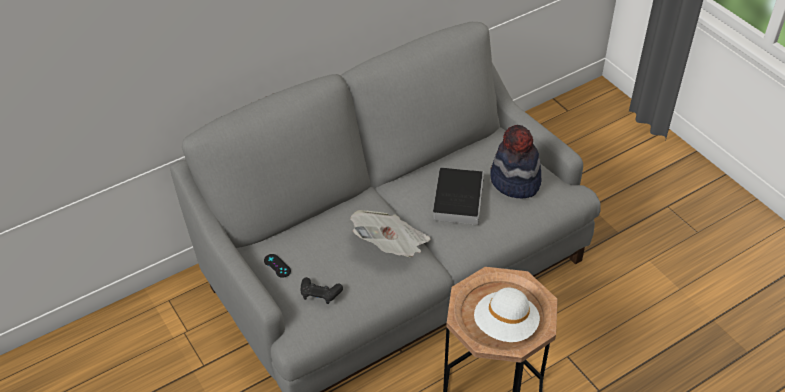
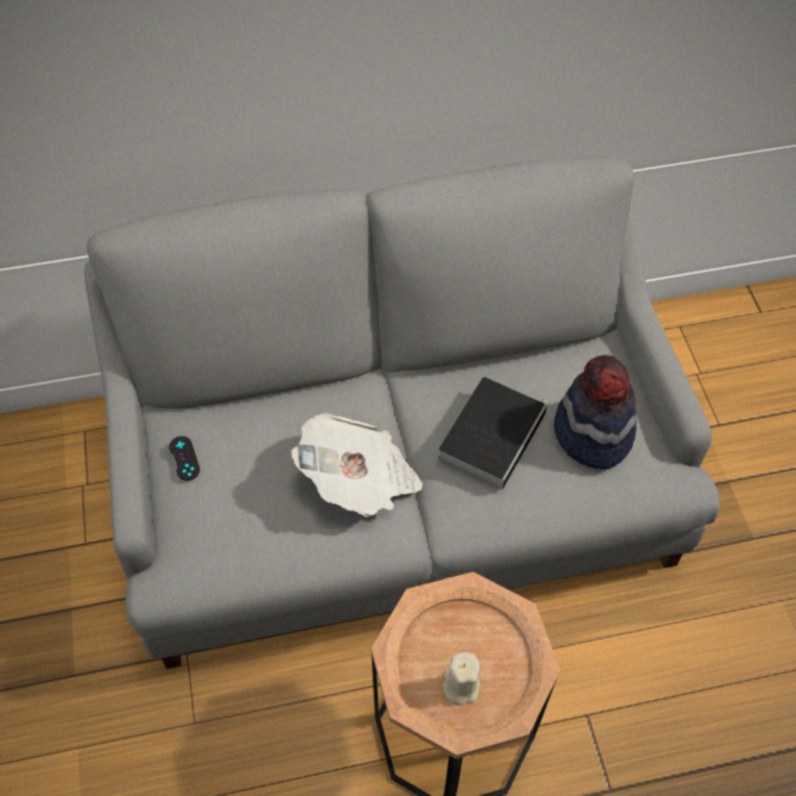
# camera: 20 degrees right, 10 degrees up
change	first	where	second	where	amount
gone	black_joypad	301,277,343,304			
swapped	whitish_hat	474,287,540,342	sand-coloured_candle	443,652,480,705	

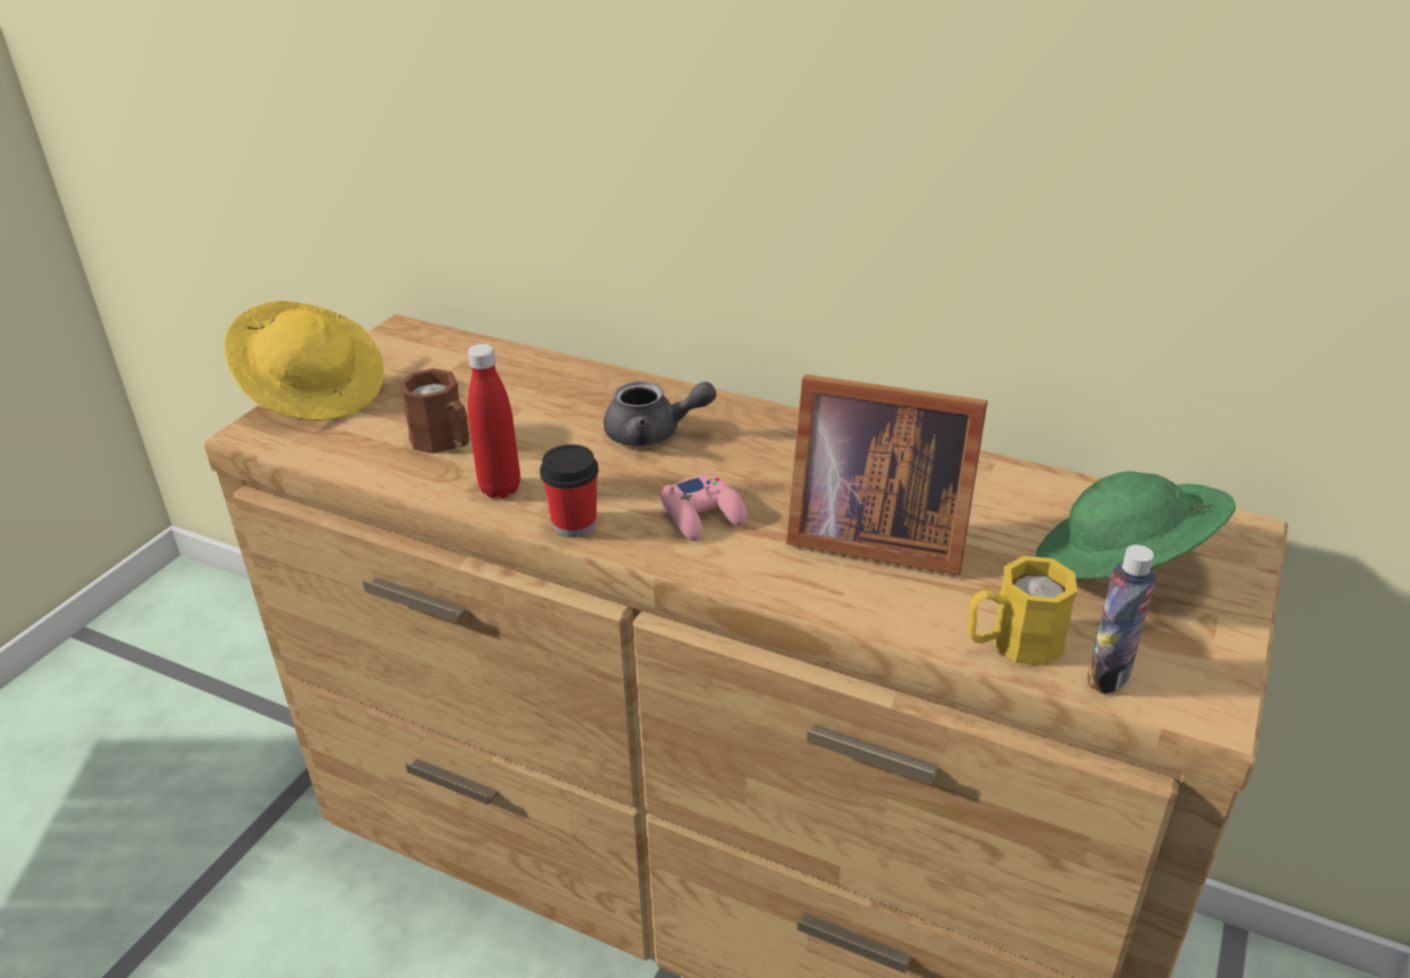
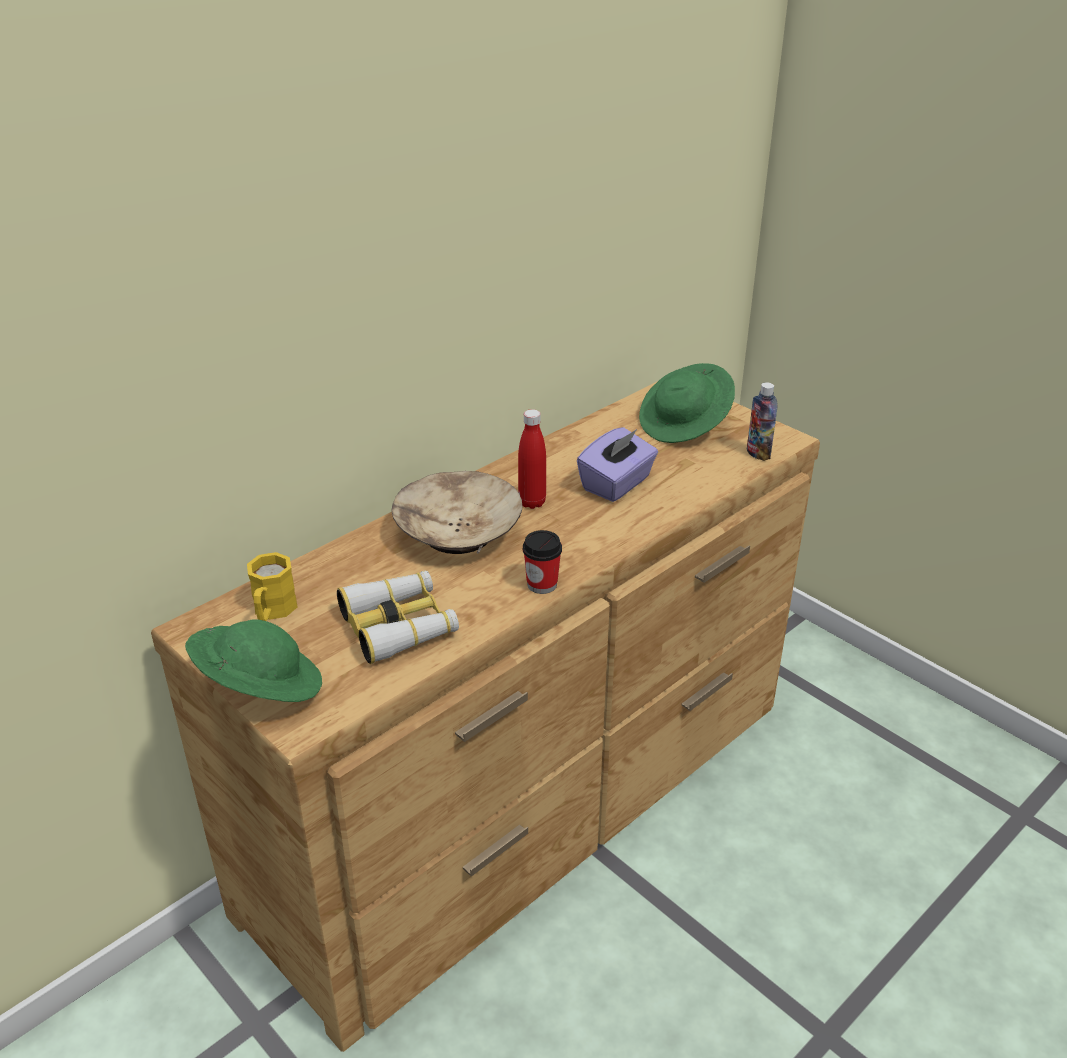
# camera: 70 degrees left, 0 degrees up
change	first	where	second	where	amount
repainted	yellow-coloured_hat	225,301,384,421	green-coloured_hat	185,619,322,702	
swapped	brown_mug	399,368,469,454	binoculars	337,571,459,664	
shifted	red_drink_bottle	468,344,520,498		518,409,546,509	
swapped	grey_pot_for_tea	603,381,716,446	sand-coloured_bowl	391,471,522,554	
gone	pink_joypad	661,473,748,541			
swapped	picture_frame	786,374,988,575	purple-coloured_tissue_holder	577,427,658,502	
shifted	yellow-coloured_mug	968,556,1077,666		247,552,297,621	

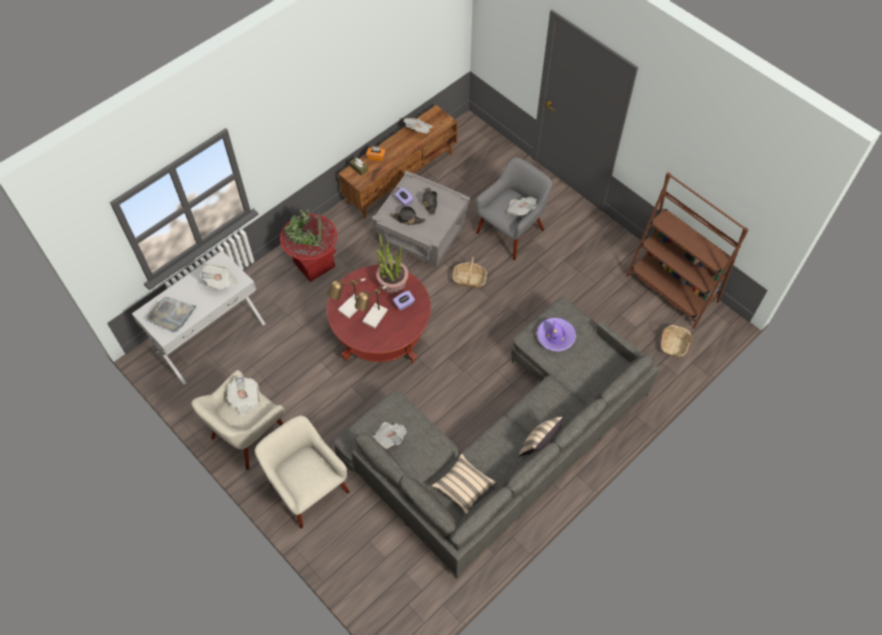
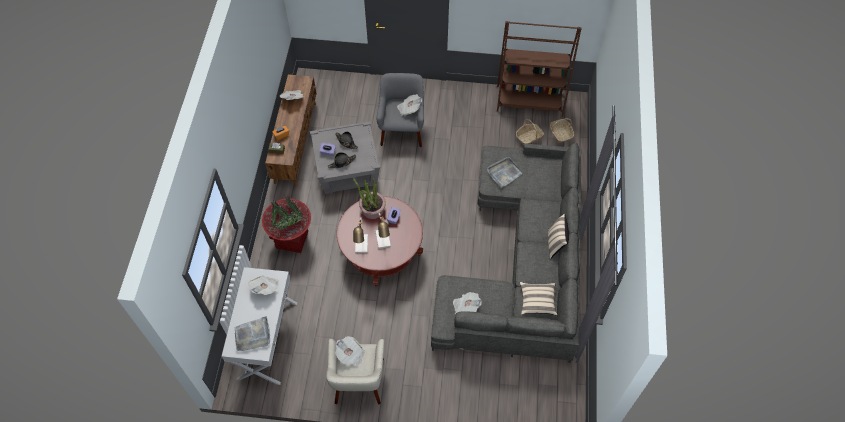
# camera: 40 degrees left, 0 degrees up
change	first	where	second	where	amount
gone	sand-coloured_lounge_chair	255,416,349,528			
shifted	basket	453,256,487,288		516,119,544,145	
swapped	purple-coloured_hat	537,317,576,351	grey_tray	487,157,522,188	

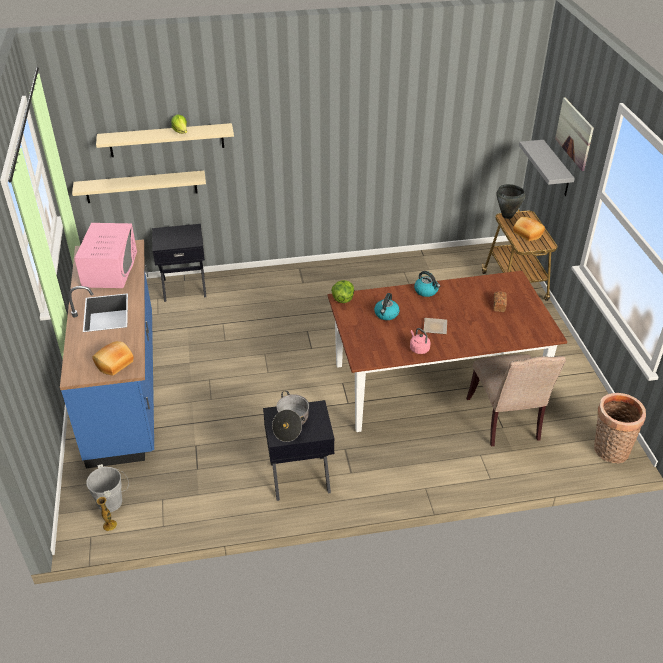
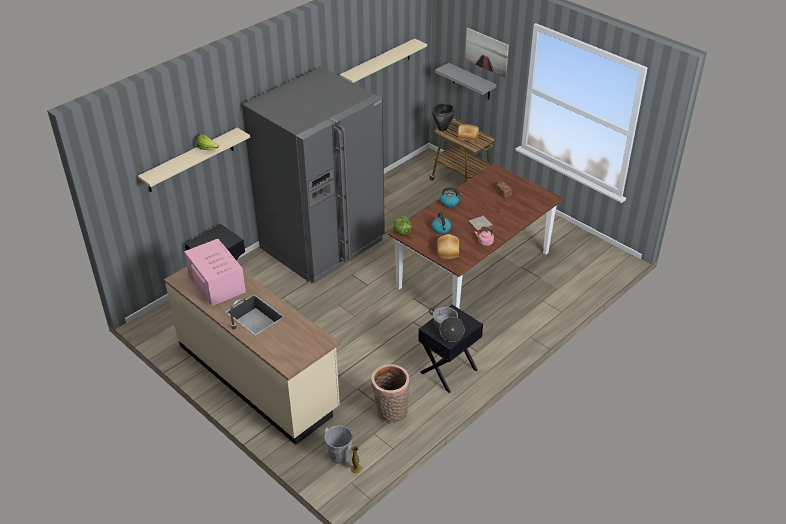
# camera: 35 degrees left, 0 degrees up
change	first	where	second	where	amount
repainted	bluish_counter	60,239,154,468	sand-coloured_counter	164,267,340,445	
shifted	sand-coloured_wall_shelf	72,171,206,203		340,38,427,83	
shifted	bread	92,341,134,376		437,234,459,259	
gone	sand-coloured_plain_chair	466,354,566,447			
shifted	basket	594,393,646,463		371,364,410,423	
new			grey_refrigerator	242,67,385,284	

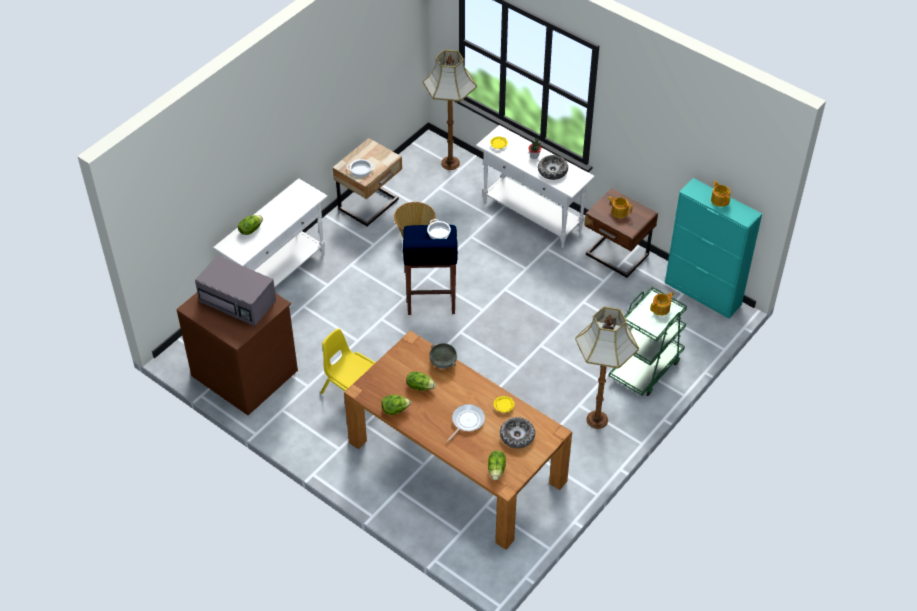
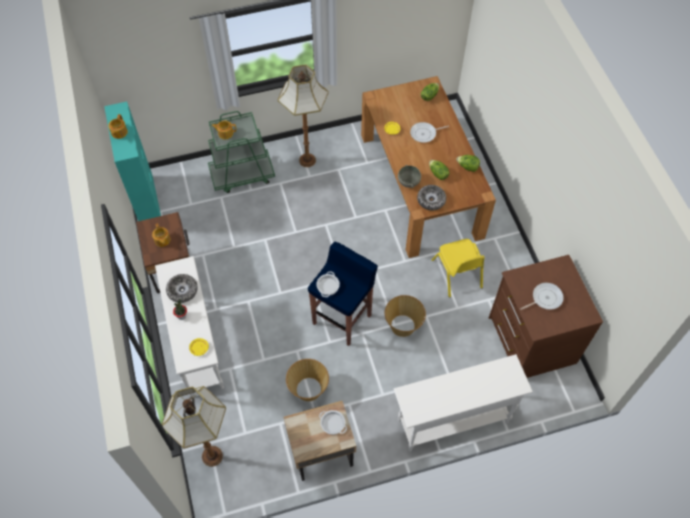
# camera: 145 degrees left, 10 degrees up
change	first	where	second	where	amount
swapped	grey_microwave_oven	195,255,276,326	skillet	520,283,564,310	
gone	lettuce_head	238,215,263,235			
shifted	bowl	500,417,535,448		417,185,446,210	
new			basket	385,295,426,337	

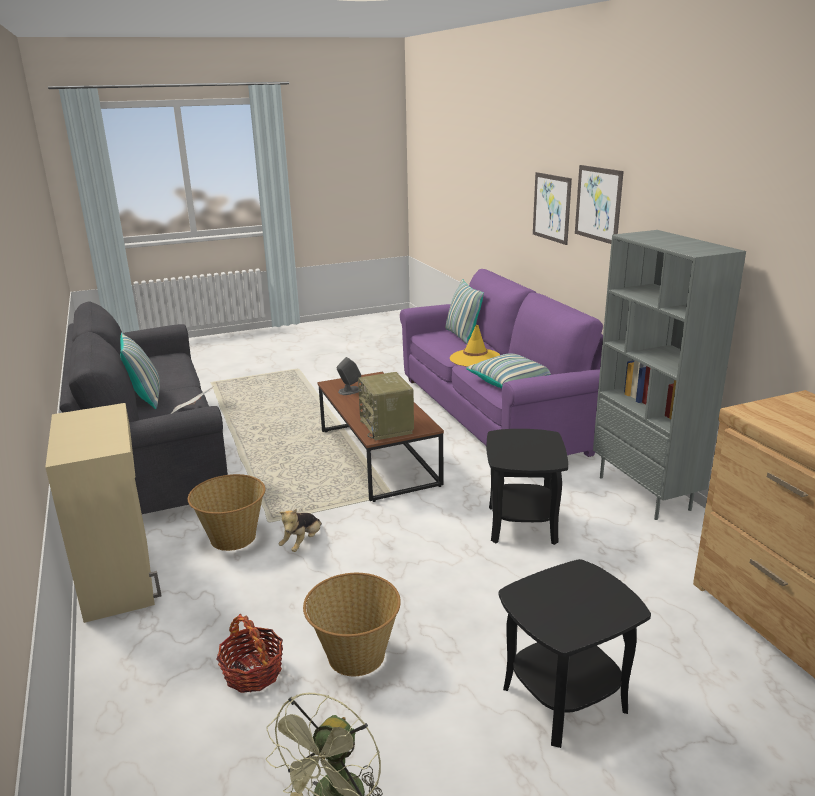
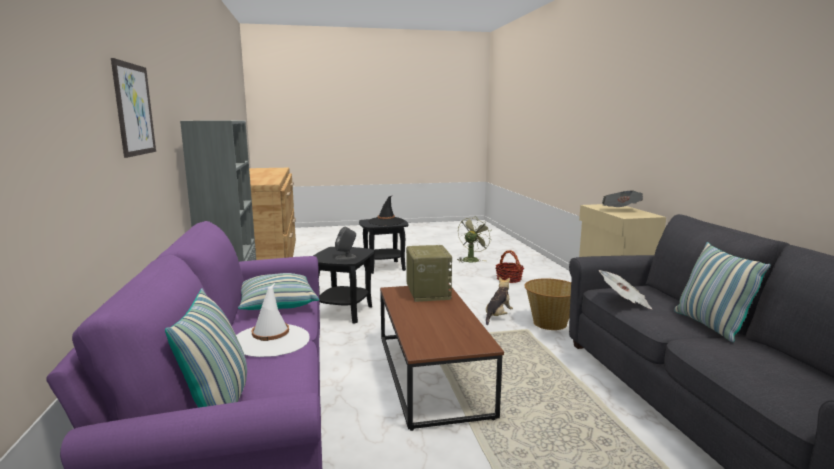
# camera: 170 degrees left, 10 degrees down
change	first	where	second	where	amount
gone	basket	303,573,401,676			
shifted	grey_audio_speaker	337,357,361,395		335,226,356,260	
repainted	yellow-coloured_hat	450,325,500,367	whitish_hat	236,283,310,357	
gone	wall_picture	533,172,572,245			
new			black_hat	368,196,404,226	
new			newspaper	602,190,643,207	

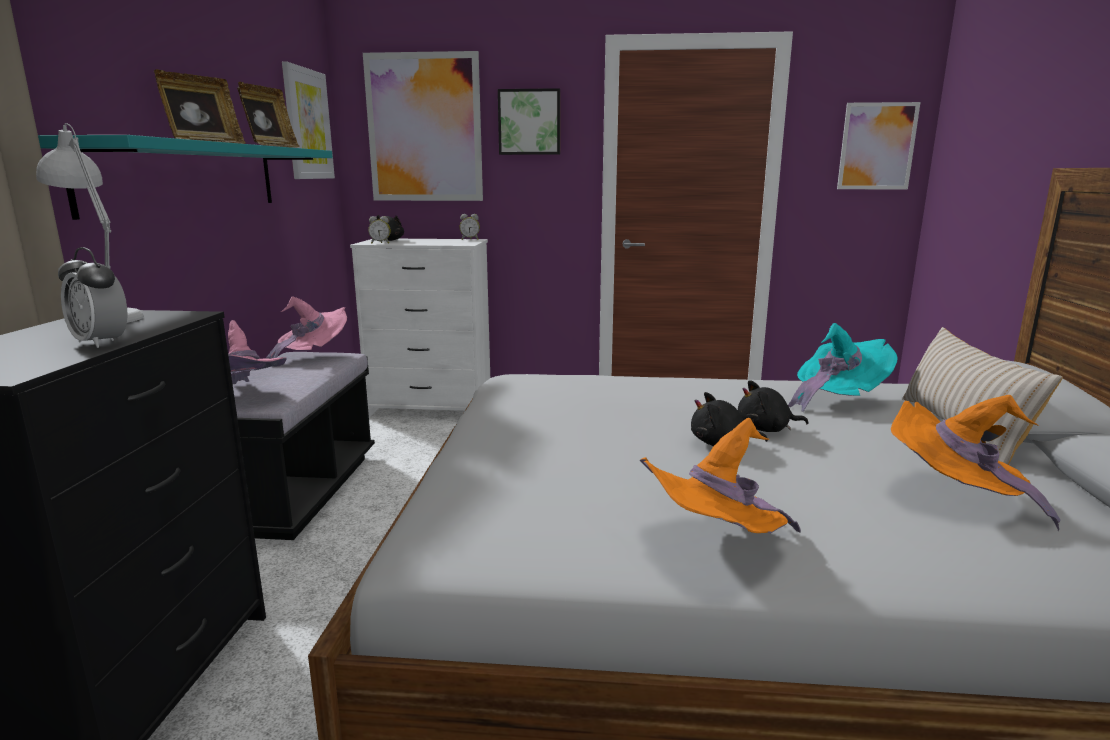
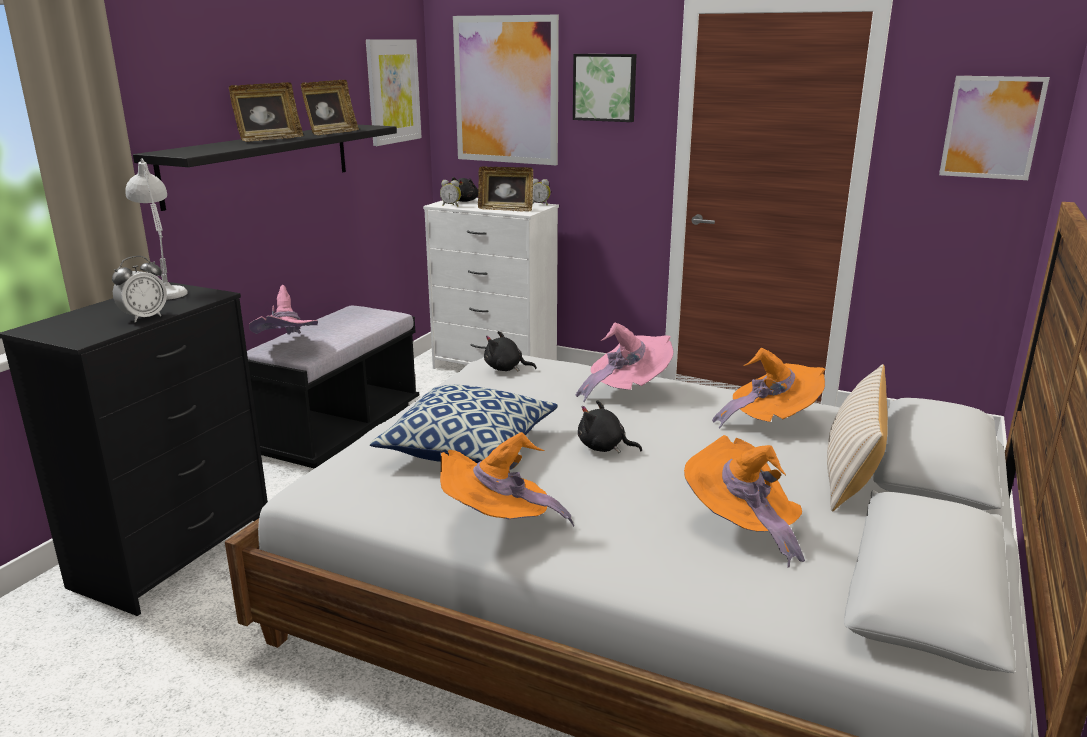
# camera: 20 degrees right, 5 degrees up
change	first	where	second	where	amount
repainted	blue-green_wall_shelf	38,135,333,220	black_wall_shelf	133,125,397,211	
rotated	table_clock	58,247,127,348		112,256,167,323	105 degrees counterclockwise
shifted	pink_hat	266,296,347,359		576,323,674,402	
shifted	black_soft_toy	738,380,809,432		484,331,537,371	
repainted	blue-green_hat	788,323,898,412	orange-coloured_hat	712,348,825,429	
new			throw_pillow	370,385,558,464	
new			picture_frame	478,166,533,211	

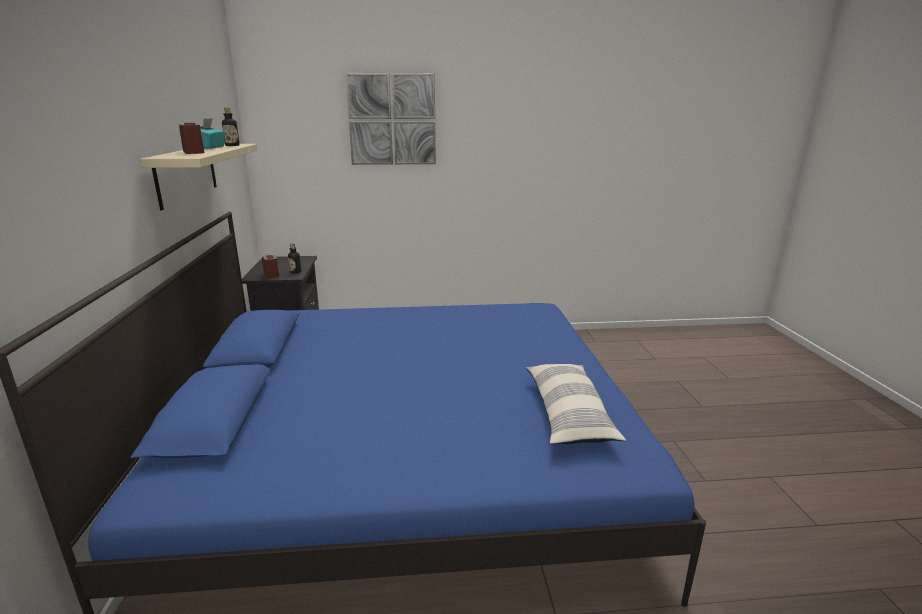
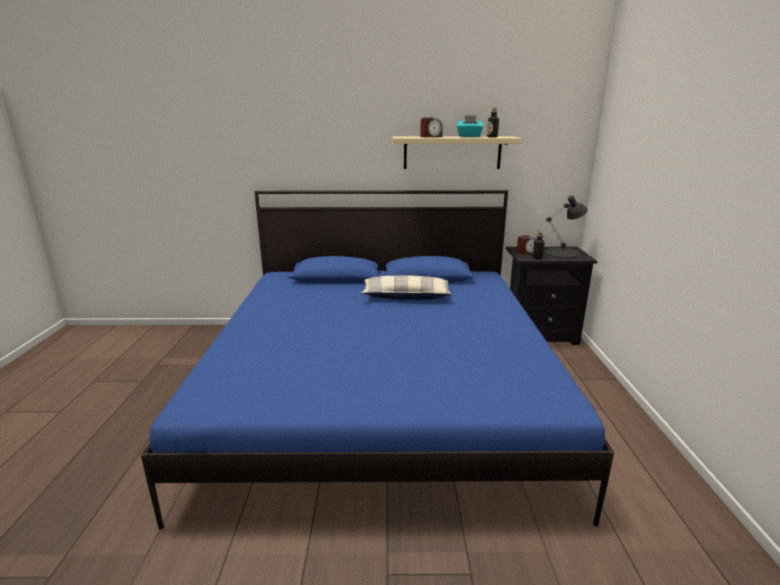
# camera: 95 degrees right, 0 degrees up
change	first	where	second	where	amount
gone	wall_picture	346,73,436,165			
shifted	throw_pillow	526,364,626,444		361,275,452,300	
new			black_tabletop_lamp	545,195,588,258	

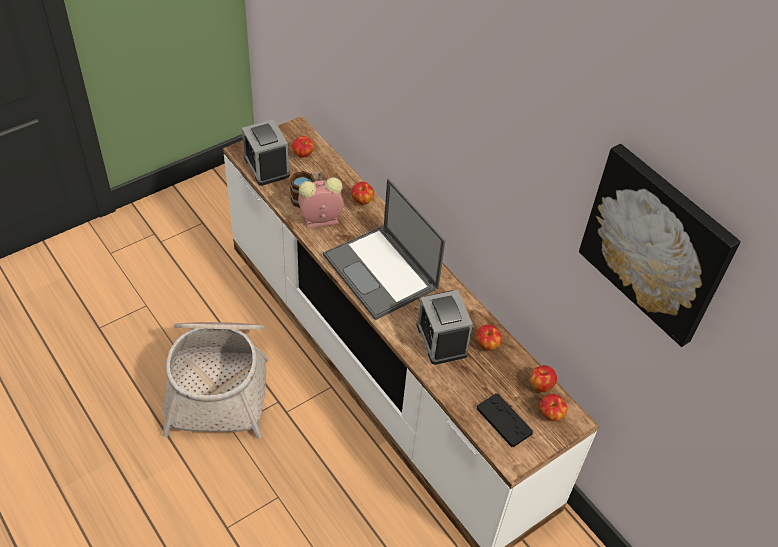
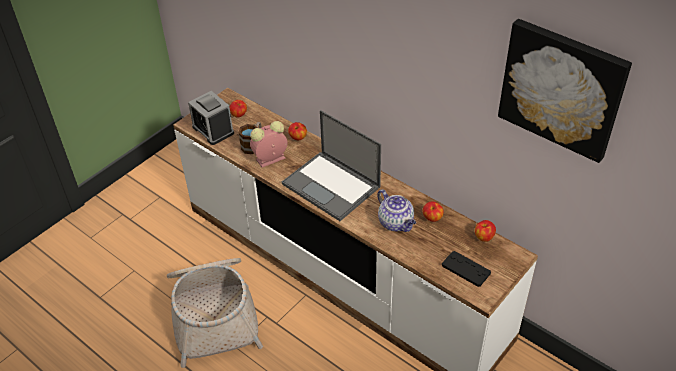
# camera: 10 degrees left, 5 degrees down
change	first	where	second	where	amount
swapped	table_clock	416,290,473,365	pot_for_tea	377,189,416,232	
gone	whole_apple	540,394,567,421			

